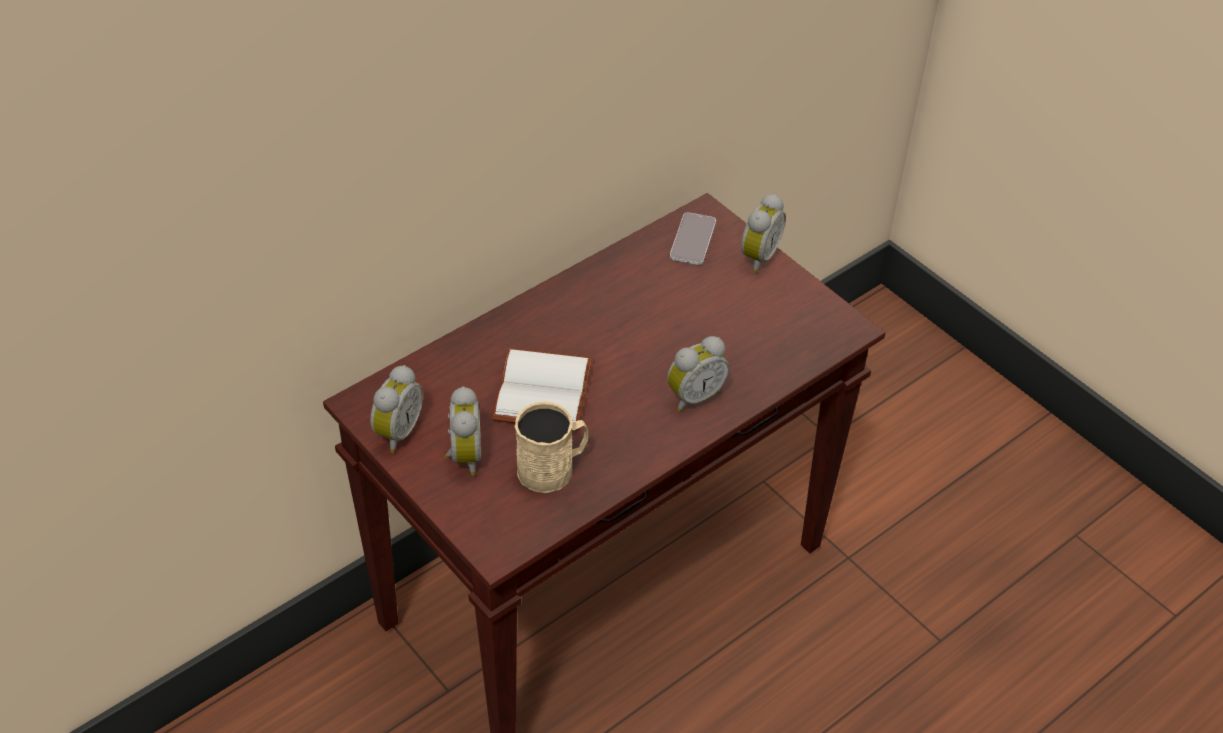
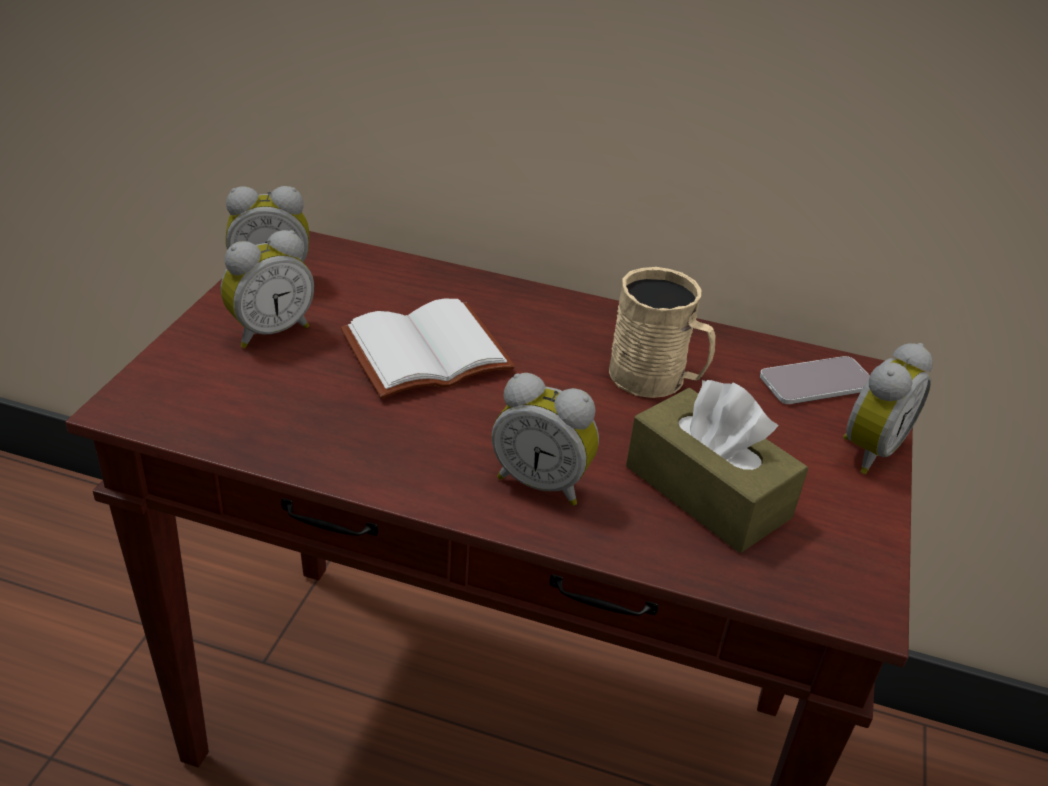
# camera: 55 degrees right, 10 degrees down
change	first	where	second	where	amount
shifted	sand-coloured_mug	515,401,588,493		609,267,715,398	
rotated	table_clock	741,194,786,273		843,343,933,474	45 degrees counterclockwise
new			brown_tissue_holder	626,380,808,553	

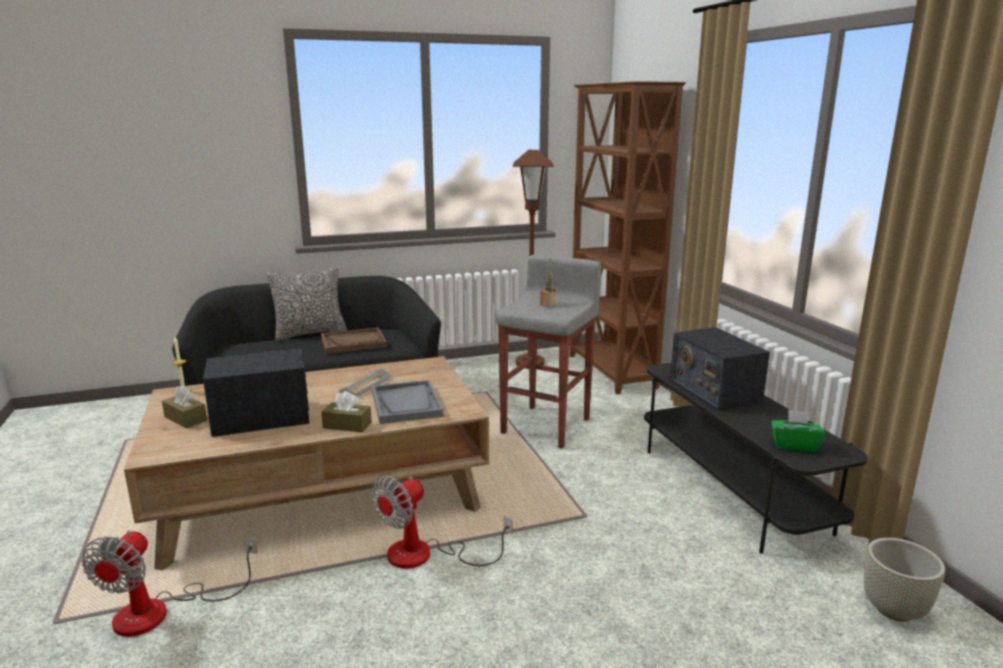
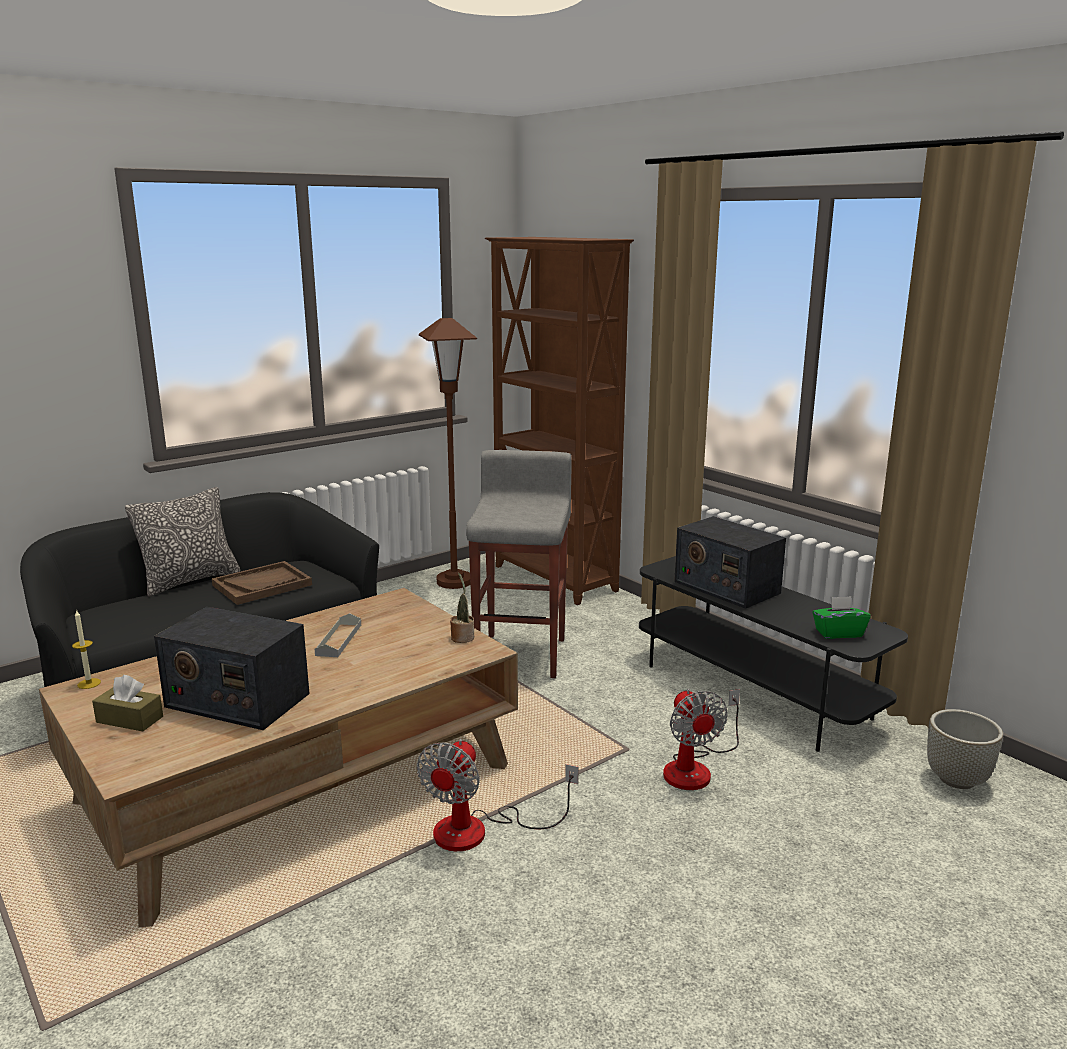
# camera: 20 degrees left, 0 degrees up
change	first	where	second	where	amount
shifted	fan	82,530,258,637		663,689,740,790	
rotated	radio_receiver	203,349,310,437		154,607,310,730	120 degrees counterclockwise
gone	brown_tissue_holder	321,391,372,432			
gone	grey_tray	372,380,443,424			
shifted	potted_plant	540,258,557,306		450,572,474,643	

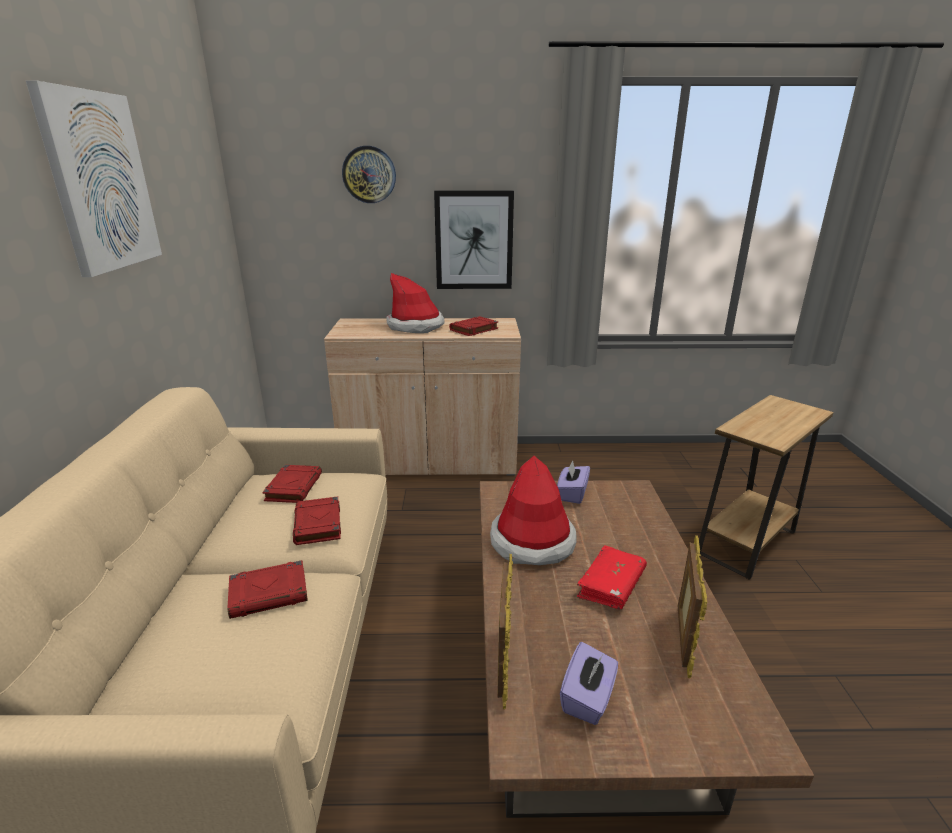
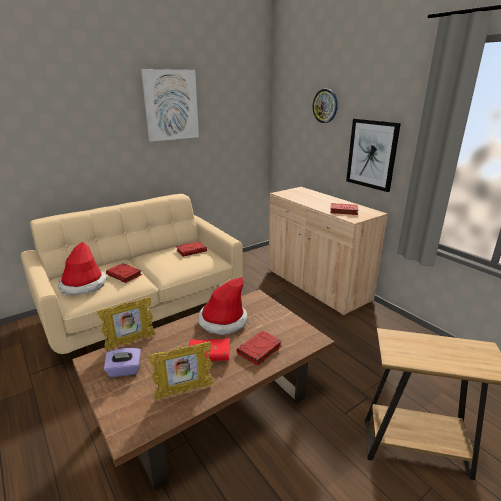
# camera: 55 degrees right, 0 degrees up
change	first	where	second	where	amount
shifted	red_book	293,496,341,545		236,331,282,366	
shifted	hat	386,273,445,333		58,242,107,295	
gone	purple-coloured_tissue_holder	557,460,590,504			

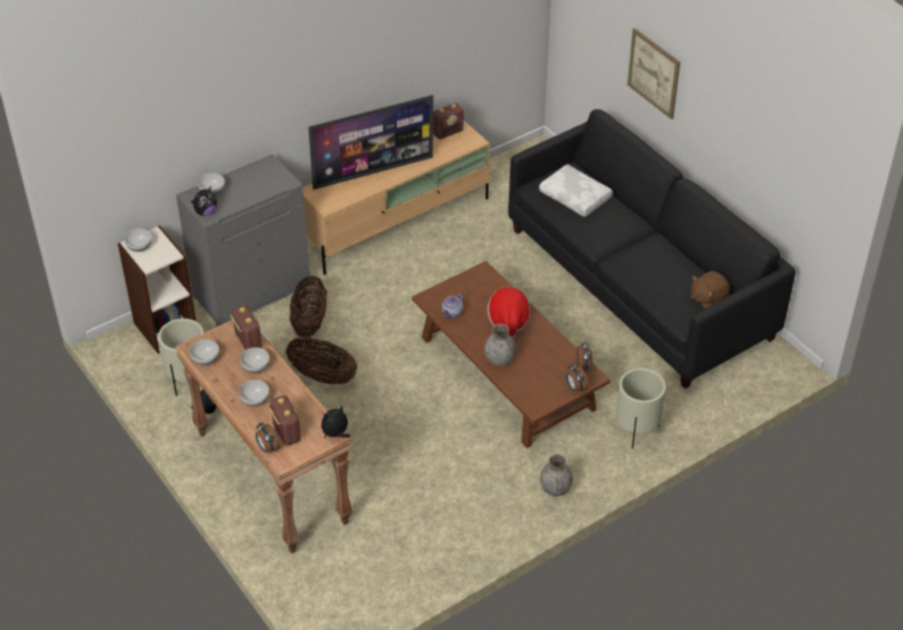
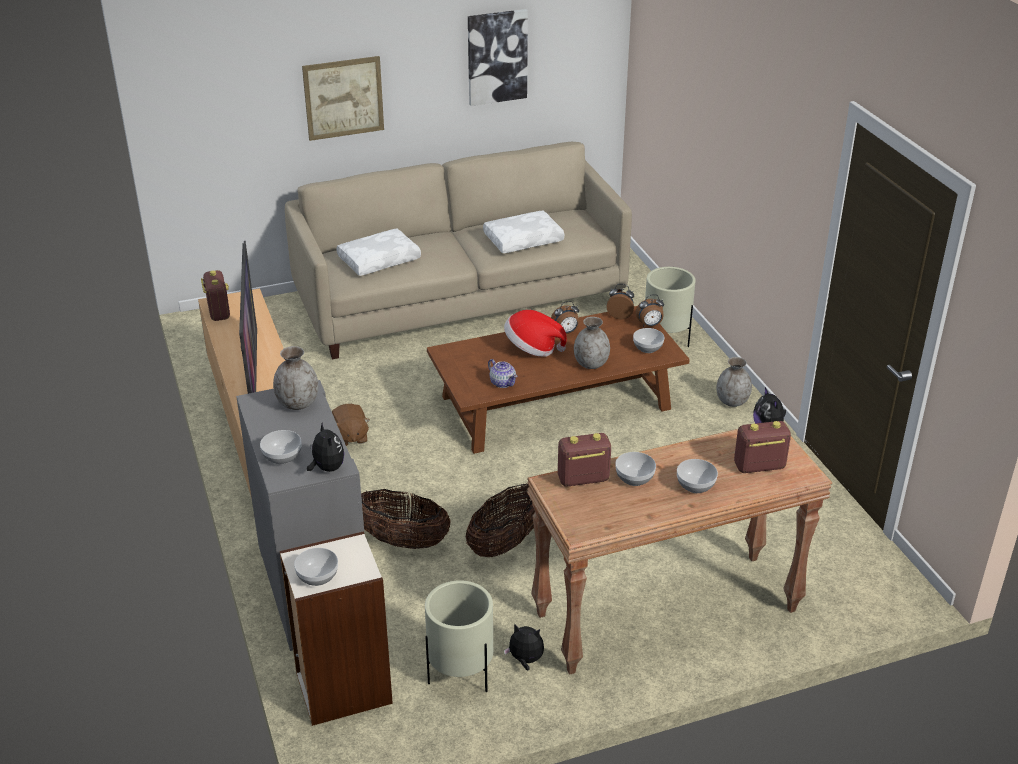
# camera: 75 degrees left, 10 degrees down
change	first	where	second	where	amount
shifted	bowl	190,339,219,365		633,328,664,353	
shifted	table_clock	256,422,280,454		551,301,579,334	
repainted	black_sofa	508,109,796,389	sand-coloured_sofa	285,142,632,359	
shifted	brown_soft_toy	691,271,730,309		332,404,370,446	
new			grey_flower_vase	273,346,318,410	
new			wall_picture	468,9,528,106	
new			whitish_throw_pillow	483,211,564,253	

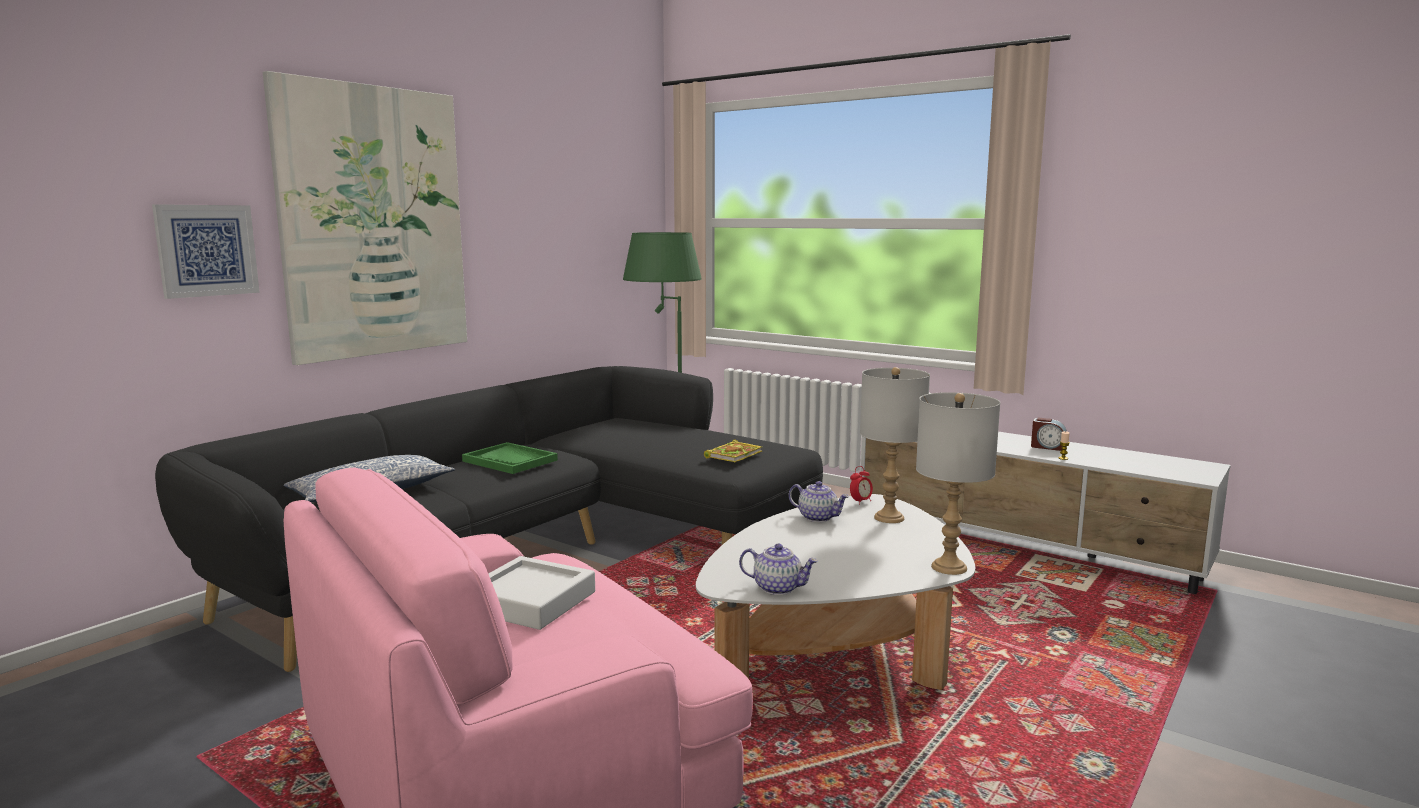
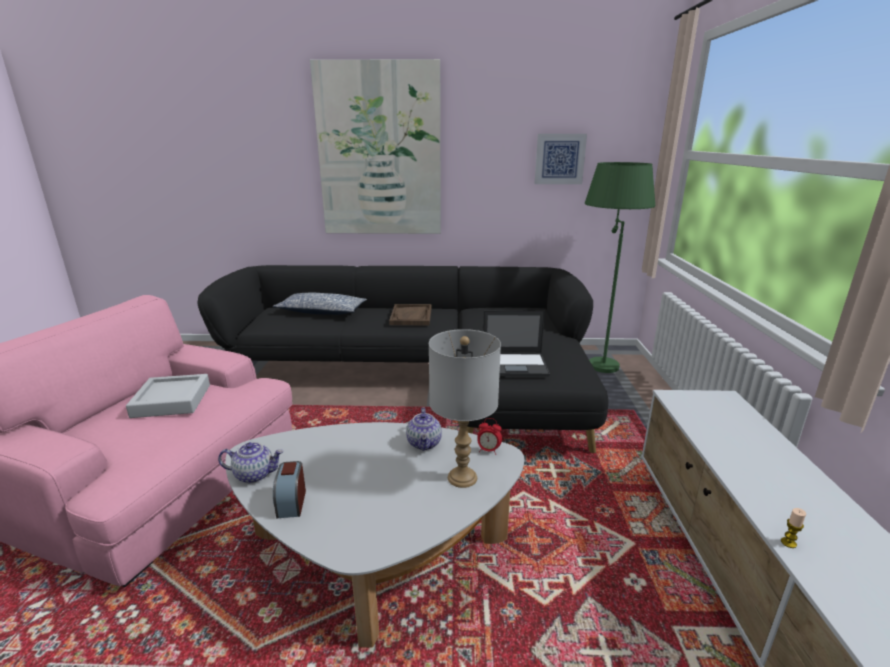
# camera: 55 degrees right, 10 degrees up
change	first	where	second	where	amount
shifted	wall_picture	152,204,260,299		534,134,587,184	
repainted	green-coloured_tray	462,442,558,474	brown_tray	389,304,432,325	
swapped	book	704,439,763,462	laptop	483,310,550,377	
rotated	pot_for_tea	739,543,818,595		218,442,284,483	75 degrees counterclockwise
gone	grey_tabletop_lamp	916,392,1000,575			
shifted	table_clock	1031,418,1067,451		273,461,306,518	

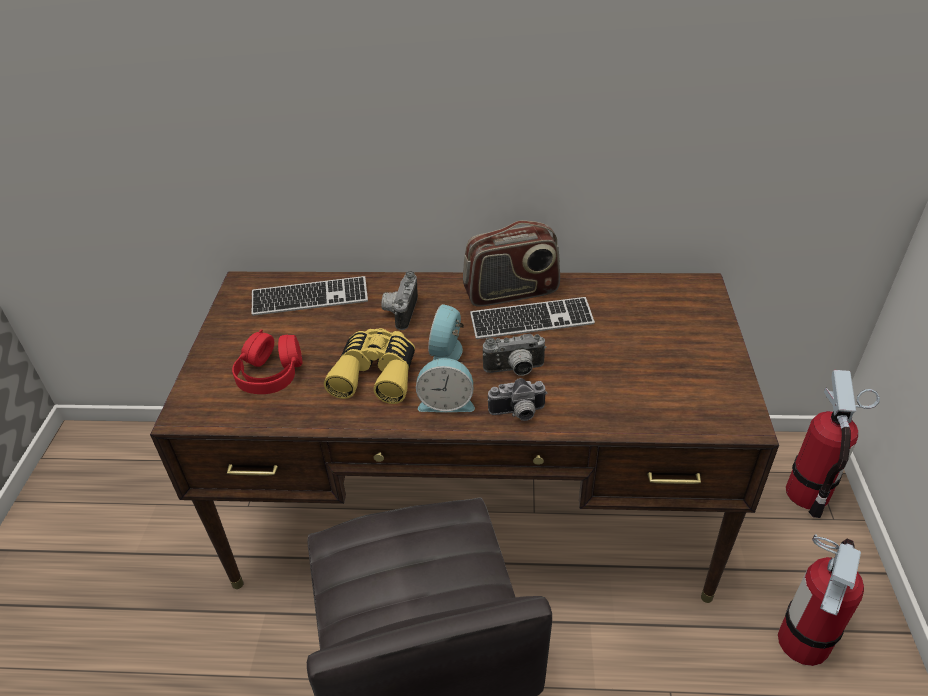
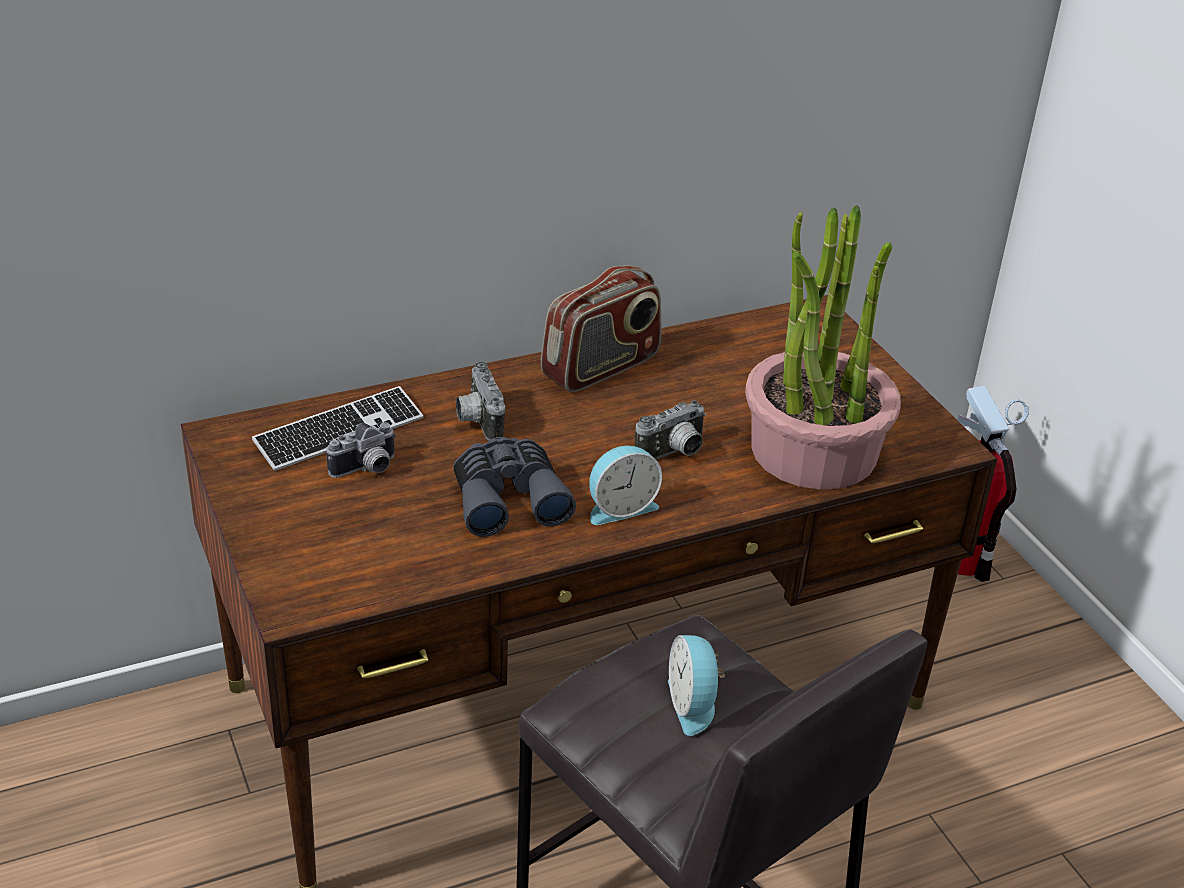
# camera: 30 degrees left, 5 degrees down
change	first	where	second	where	amount
gone	red_headset	232,329,302,394			
repainted	yellow-coloured_binoculars	324,328,415,404	grey_binoculars	453,437,576,537	
shifted	table_clock	428,304,464,361		668,635,725,736	
gone	PC_keyboard	470,297,595,339			
shifted	still_camera	488,378,547,421		326,422,397,478	
gone	extinguisher	778,534,864,666			
new			potted_plant	745,205,901,490	

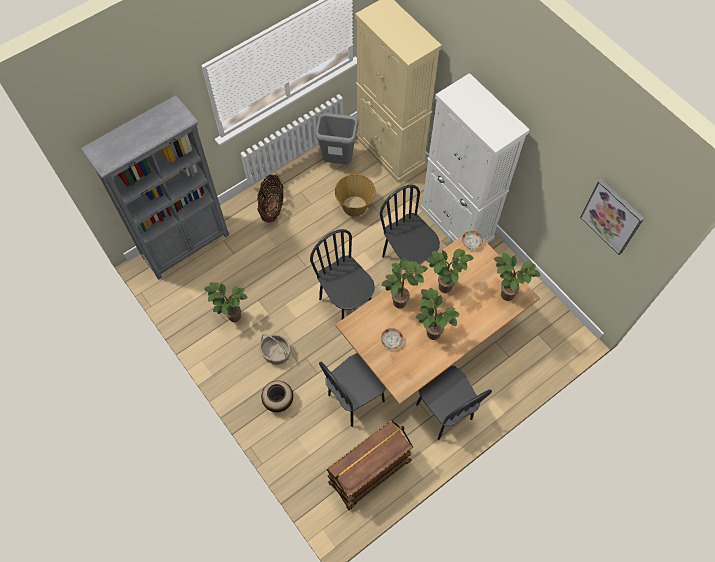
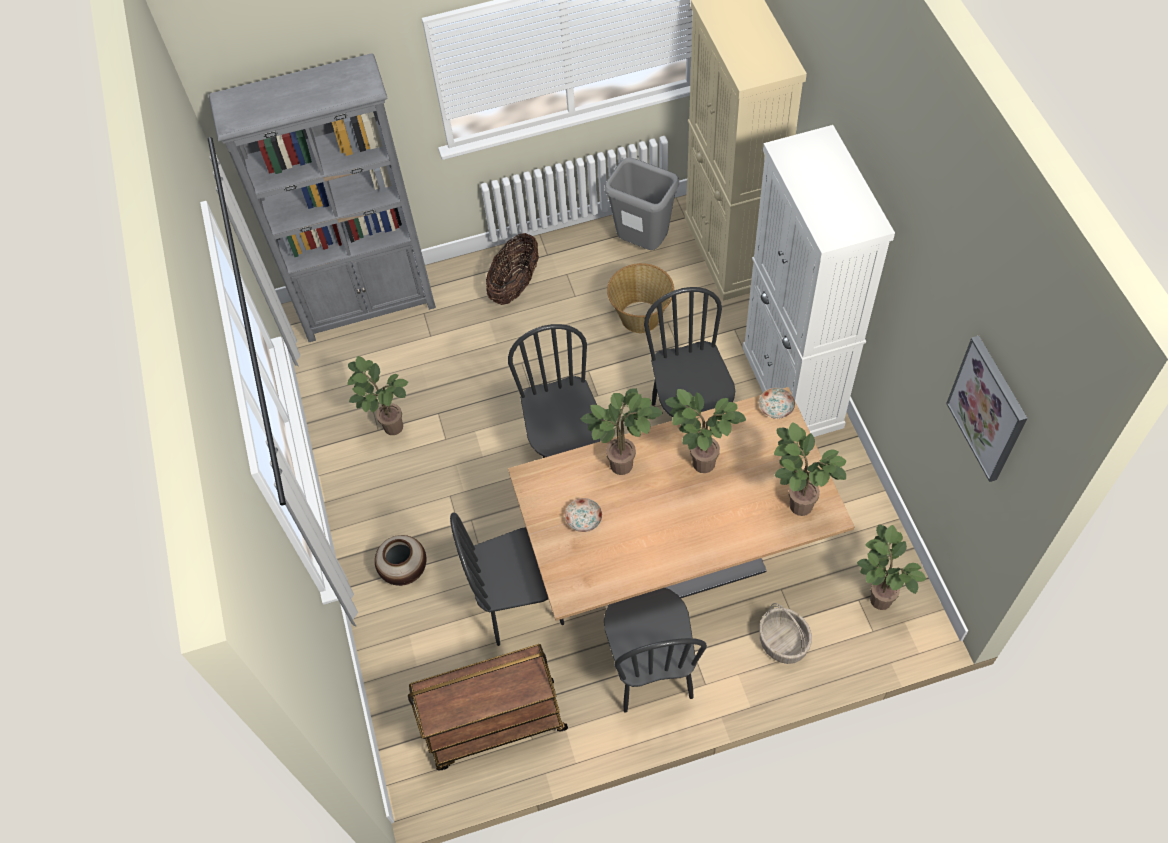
# camera: 25 degrees right, 5 degrees down
change	first	where	second	where	amount
shifted	basket	259,334,290,365		759,603,812,664	
shifted	potted_plant	415,287,459,340		857,525,926,610	

